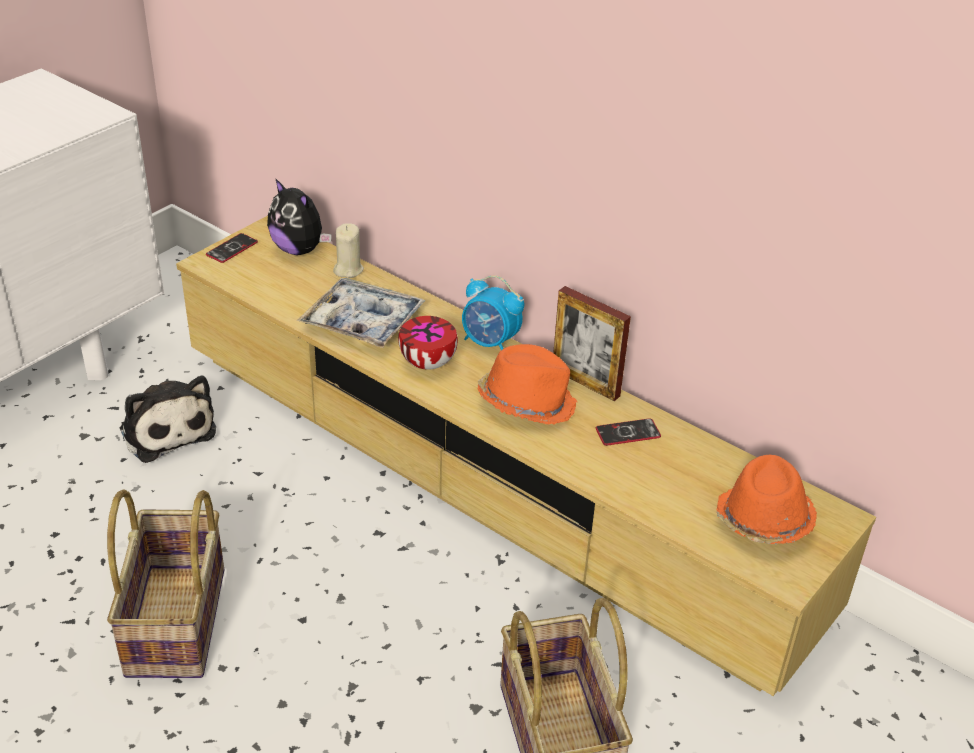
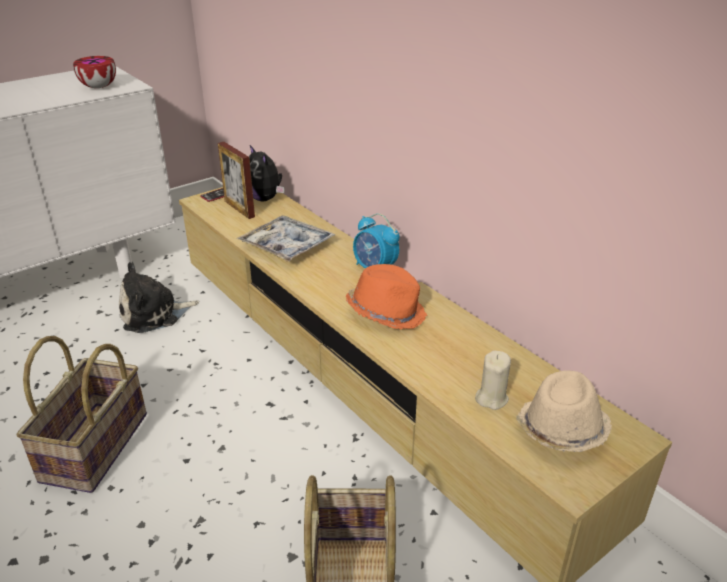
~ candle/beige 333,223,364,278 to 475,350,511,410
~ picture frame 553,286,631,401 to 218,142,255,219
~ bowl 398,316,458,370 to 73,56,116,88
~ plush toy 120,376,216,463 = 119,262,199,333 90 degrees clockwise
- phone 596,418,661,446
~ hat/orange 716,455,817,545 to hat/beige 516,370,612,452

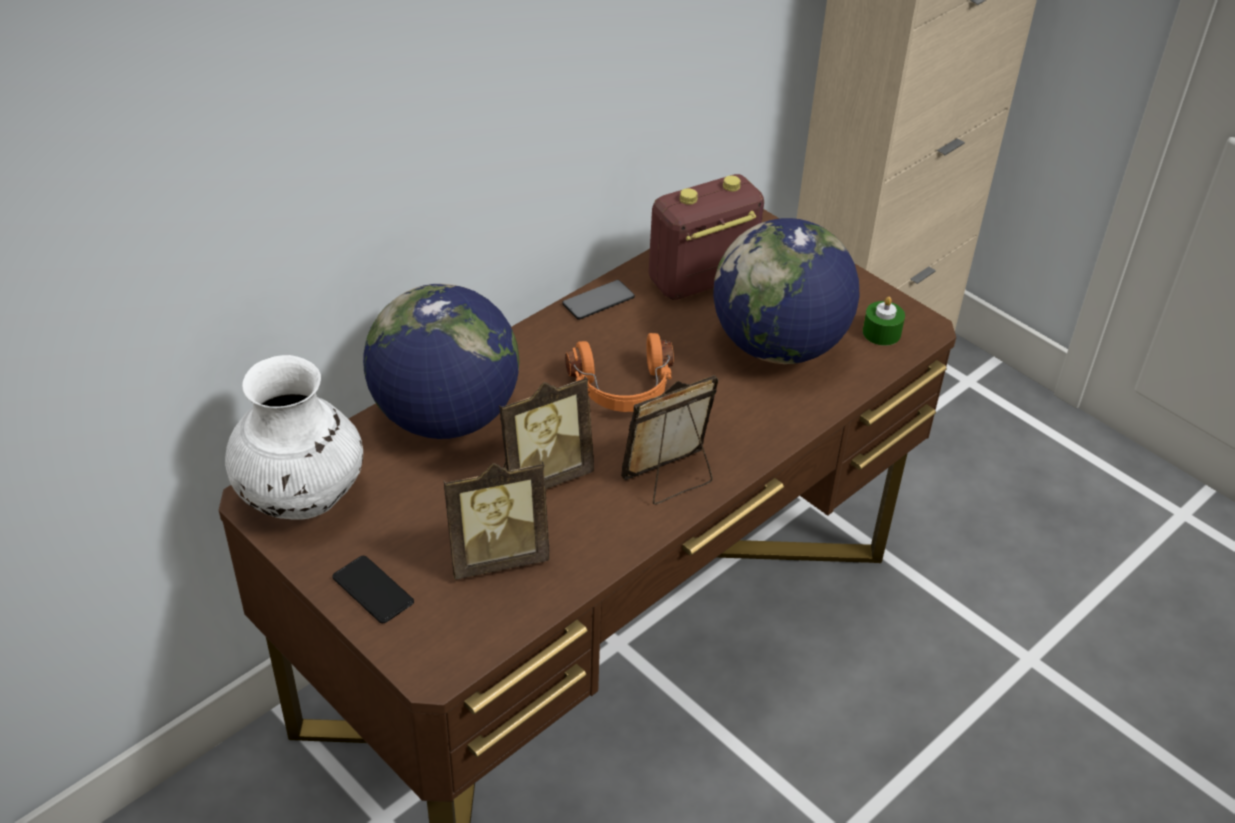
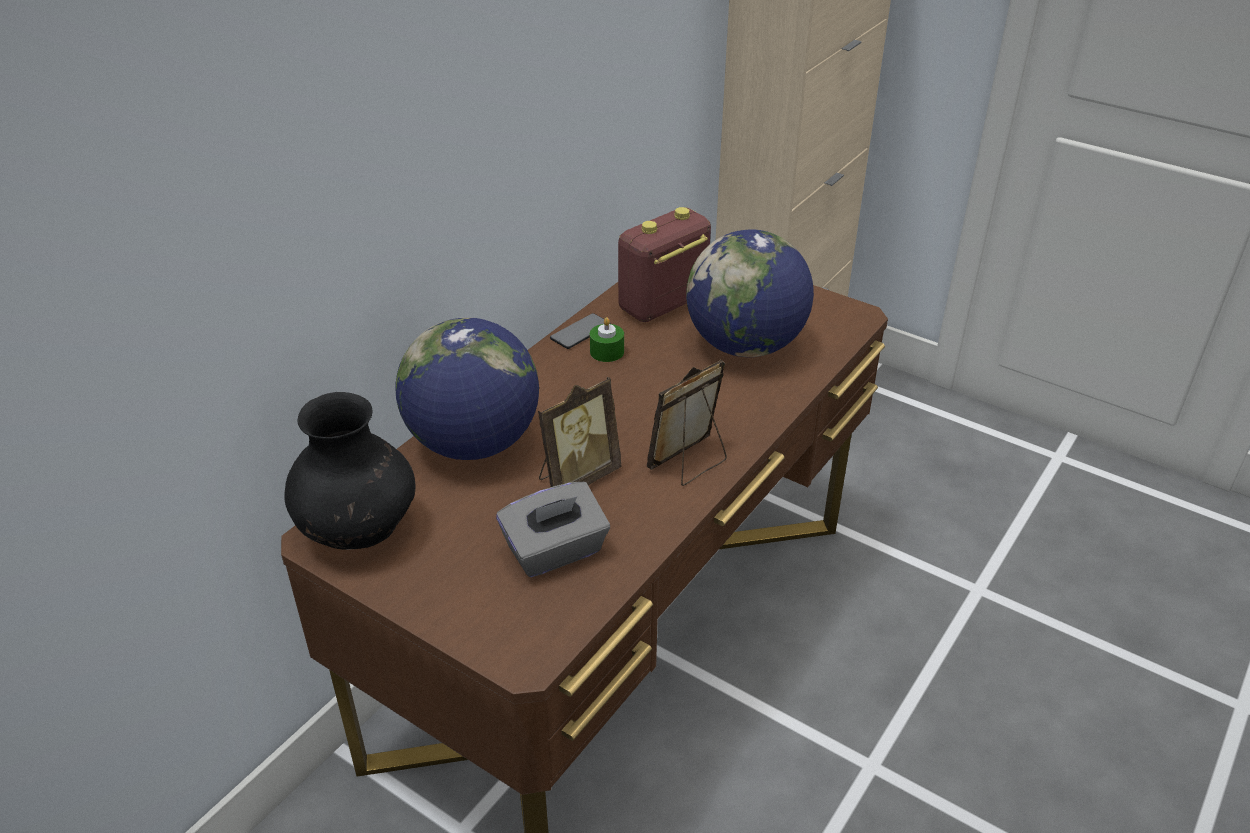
~ candle/green 862,297,905,346 to 590,317,624,362
- headphones/orange 565,333,674,412
~ vase/white 225,355,363,520 to vase/black 284,392,415,550
~ picture frame 444,462,550,580 to tissue box/grey 496,482,610,577
- phone 332,556,414,623

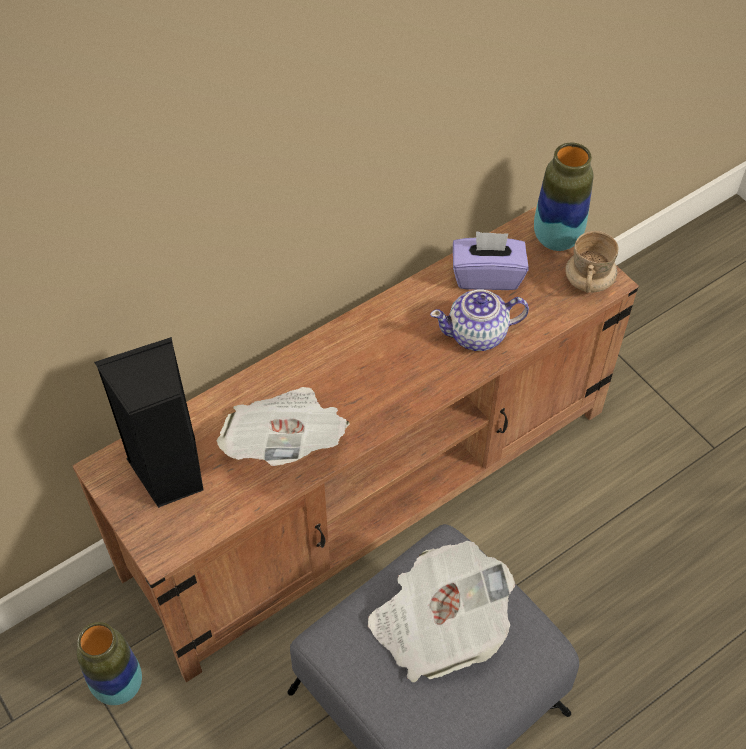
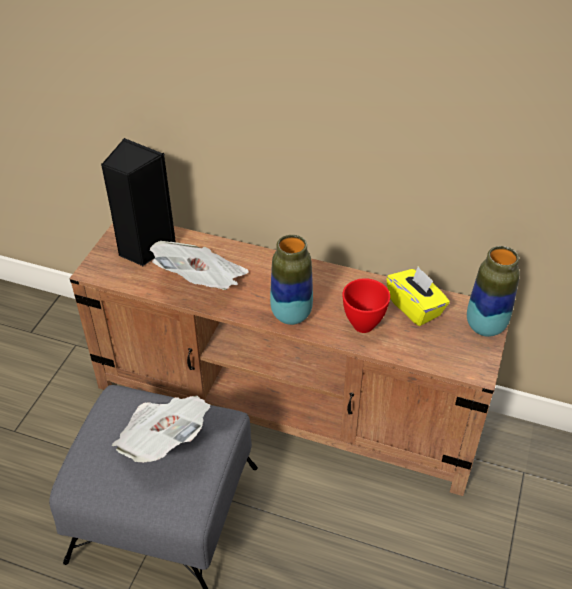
~ tissue box/purple 453,231,529,290 to tissue box/yellow 387,266,450,326
- mug/beige 566,231,618,293
~ teapot 430,290,529,351 to bowl/red 342,278,390,333
~ vase 77,622,142,705 to 270,235,313,325

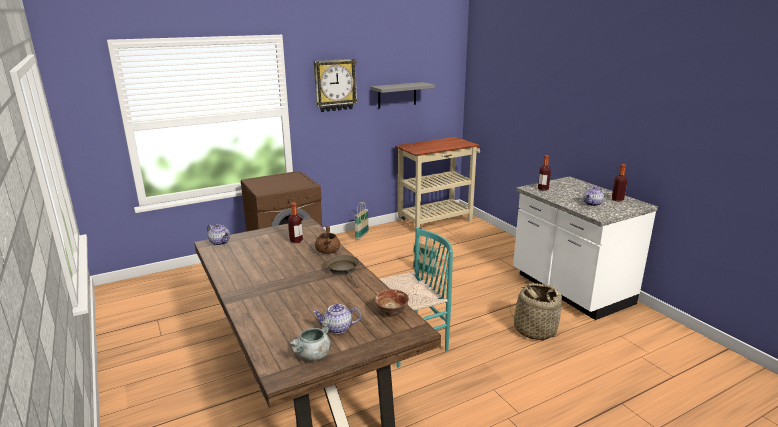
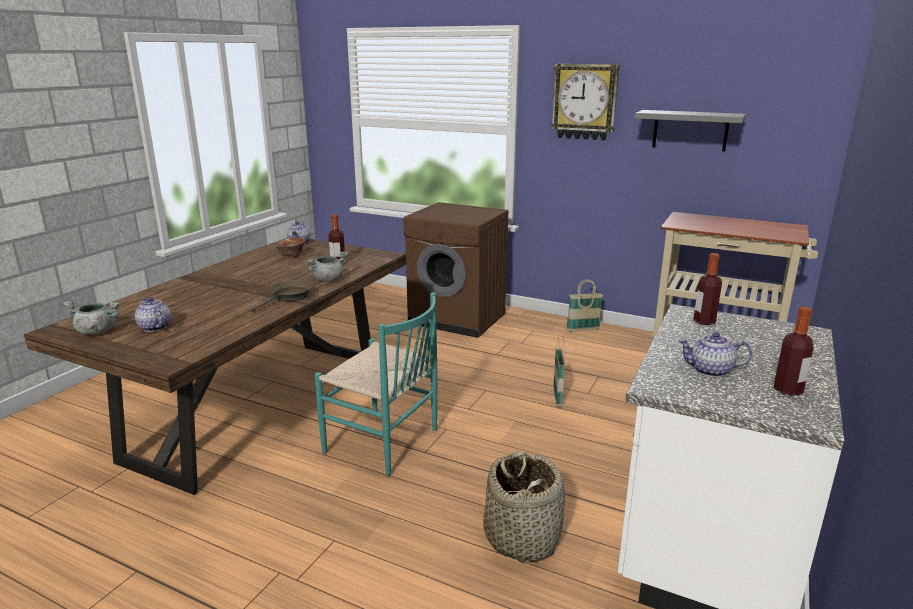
~ cooking pot/brown 315,226,340,254 to cooking pot/grey 306,251,348,282
~ bowl 375,289,409,317 to 274,237,305,258

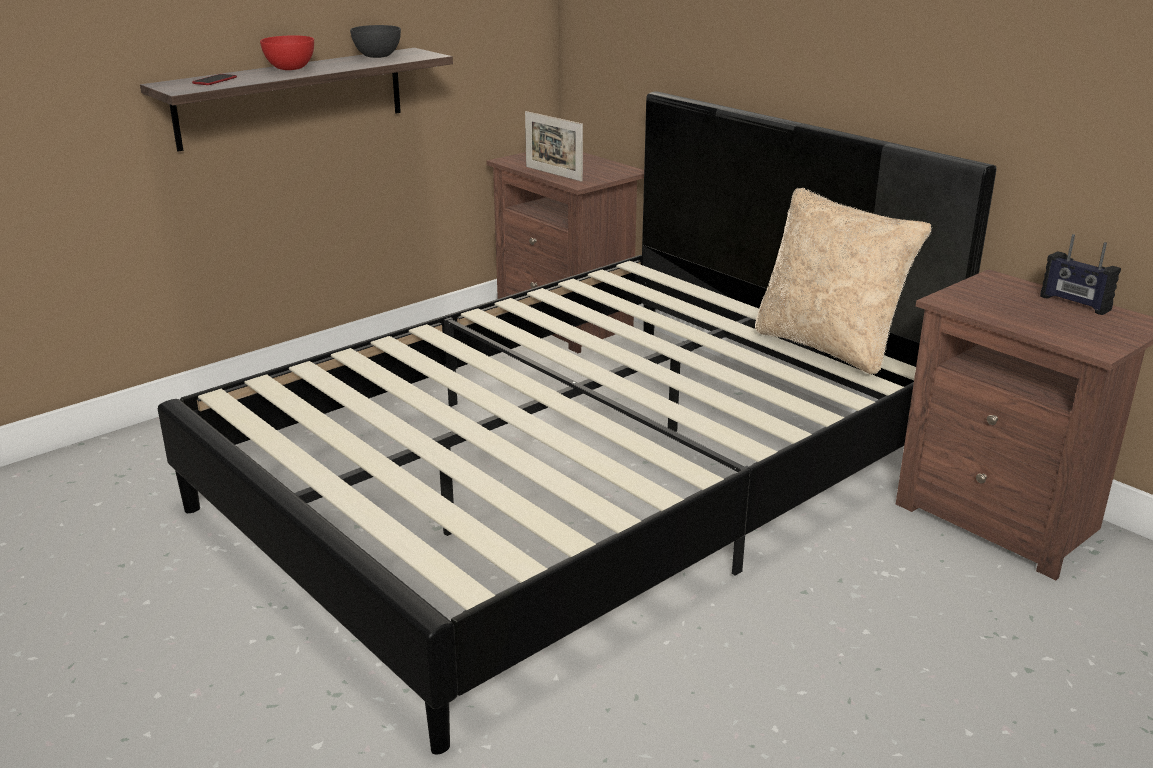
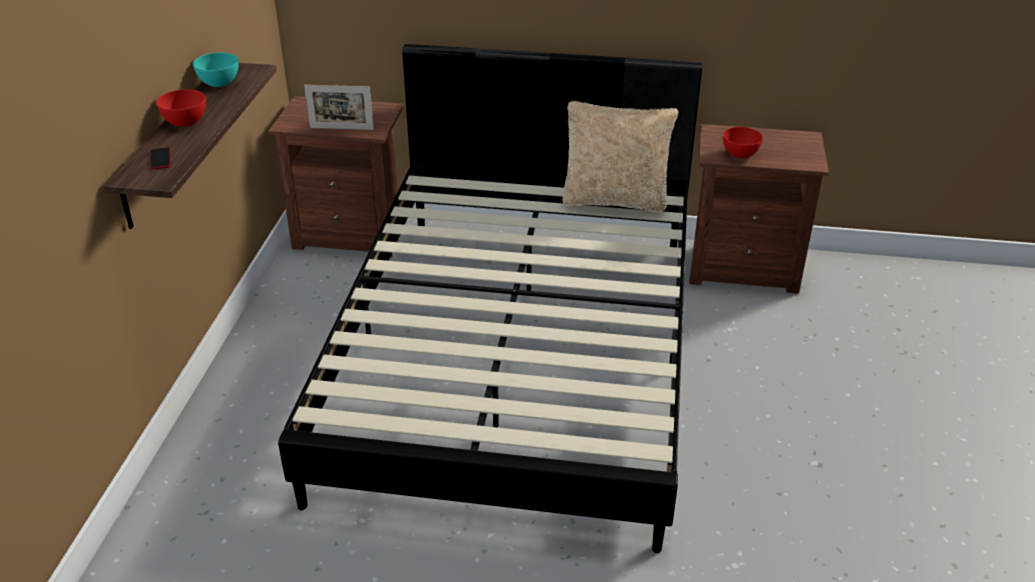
~ bowl/grey 350,25,401,58 to bowl/turquoise 193,53,239,87
- radio 1040,234,1121,315
+ bowl/red 723,127,763,158

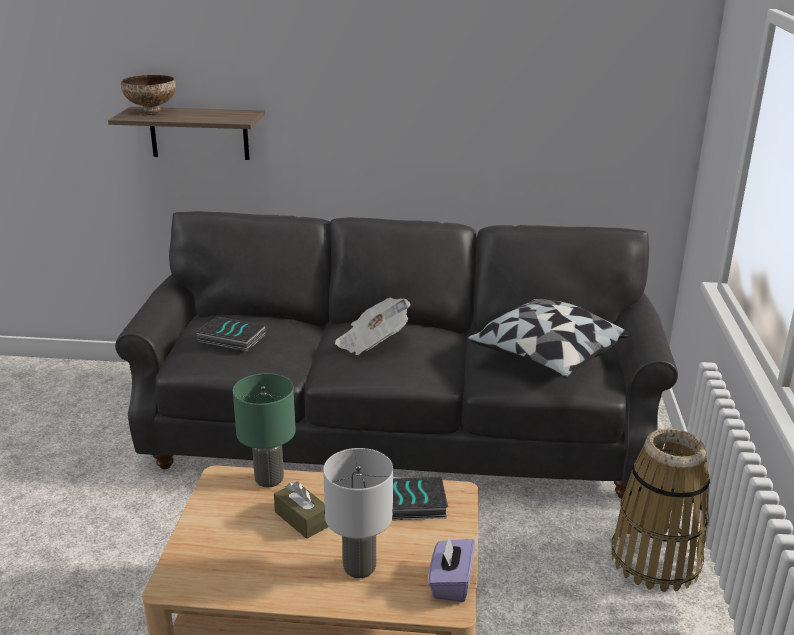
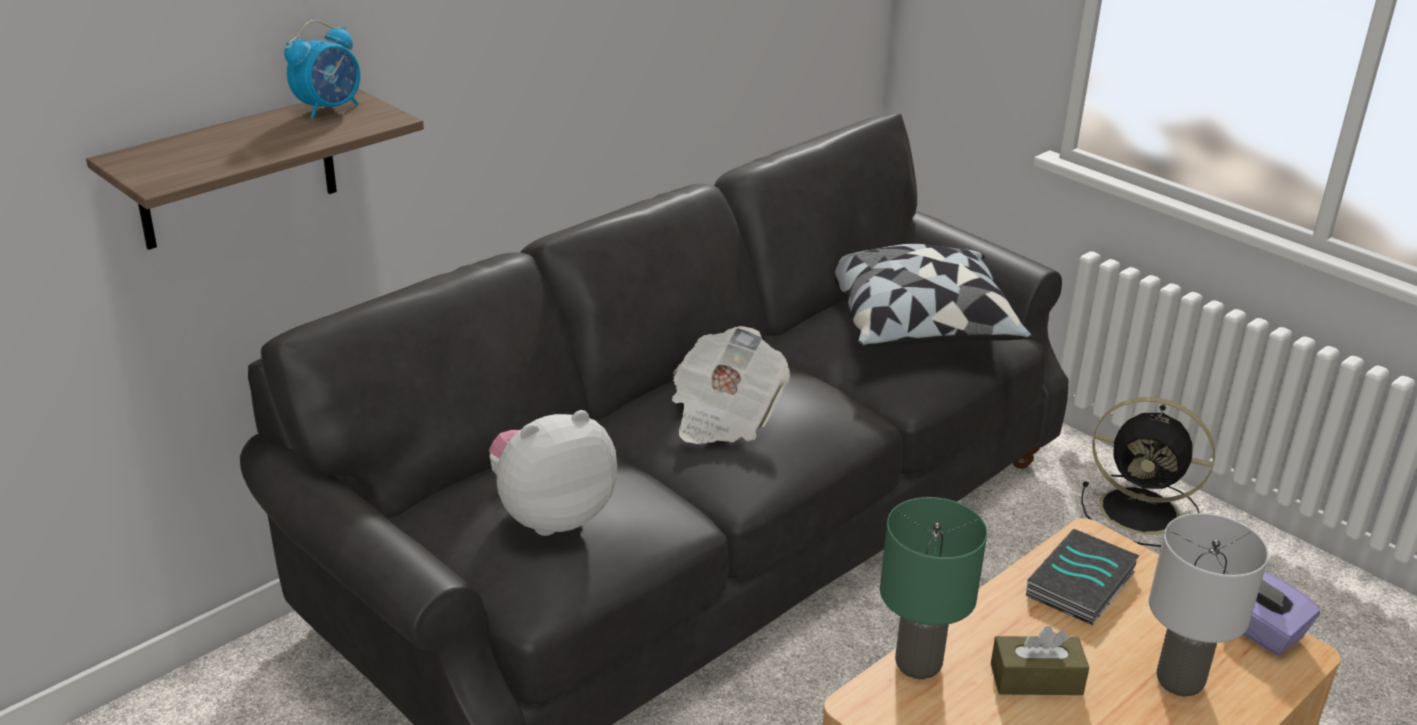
- bowl 121,75,176,115
~ book 196,316,266,351 to plush toy 489,410,617,536
~ basket 611,429,710,592 to fan/black 1081,397,1215,547
+ alarm clock 284,20,360,119

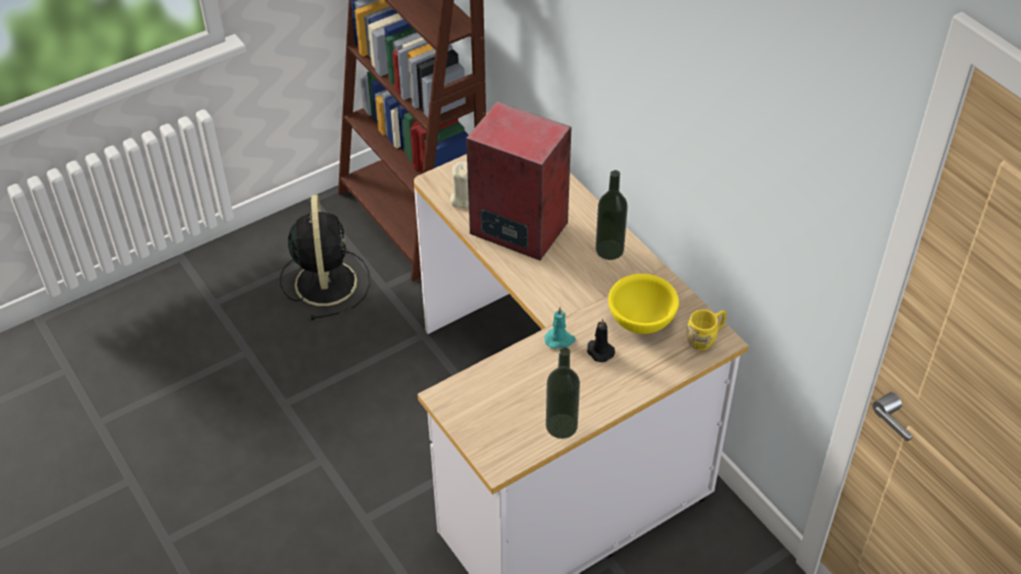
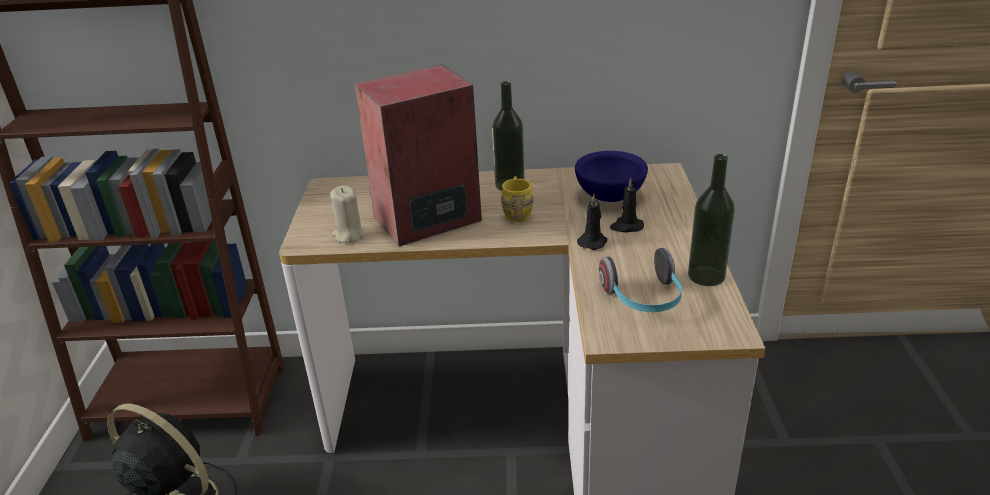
~ bowl/yellow 608,274,679,334 to bowl/blue 575,151,648,202
~ candle/turquoise 545,307,576,349 to candle/black 577,194,608,250
~ mug/yellow 686,310,727,351 to 501,176,534,222
+ headphones 599,248,682,312

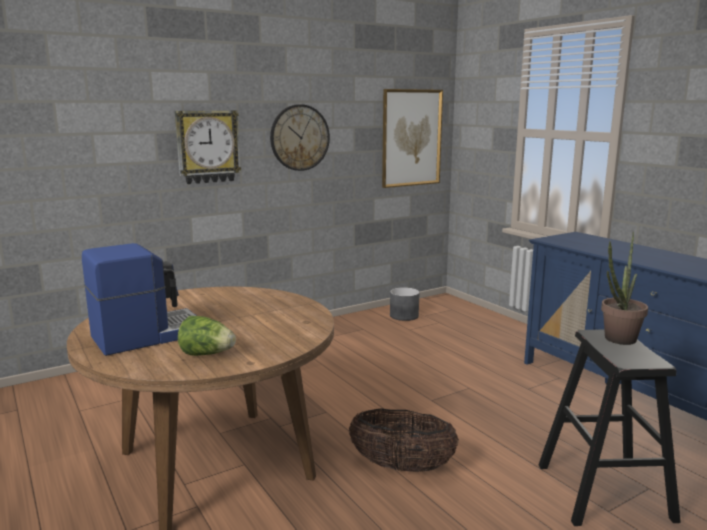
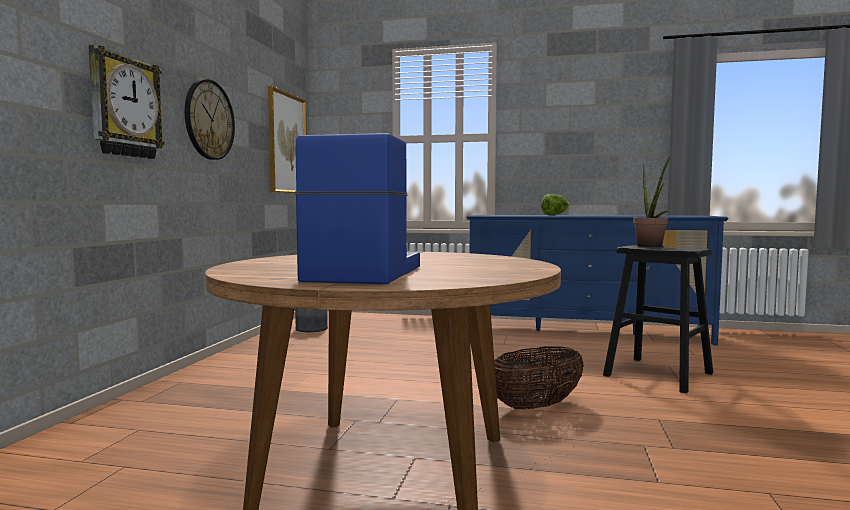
~ lettuce 178,316,236,356 to 541,194,570,215

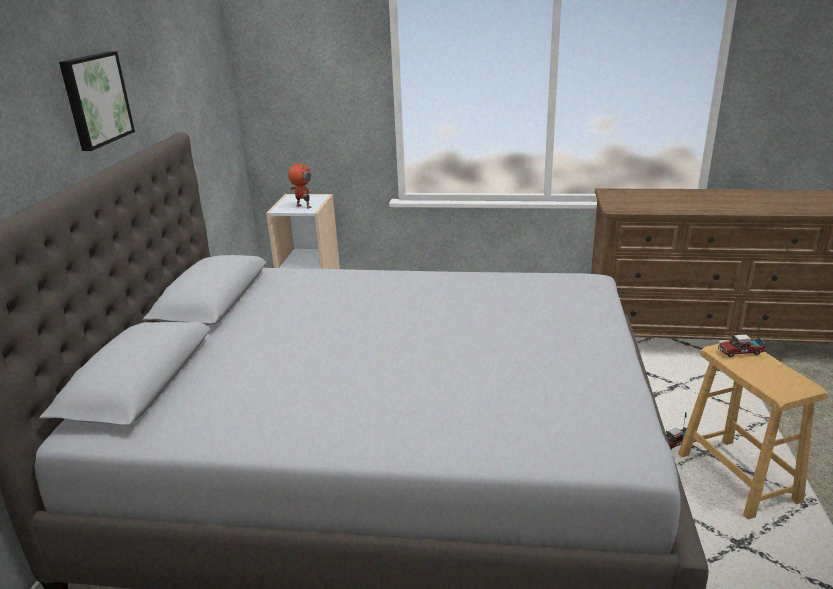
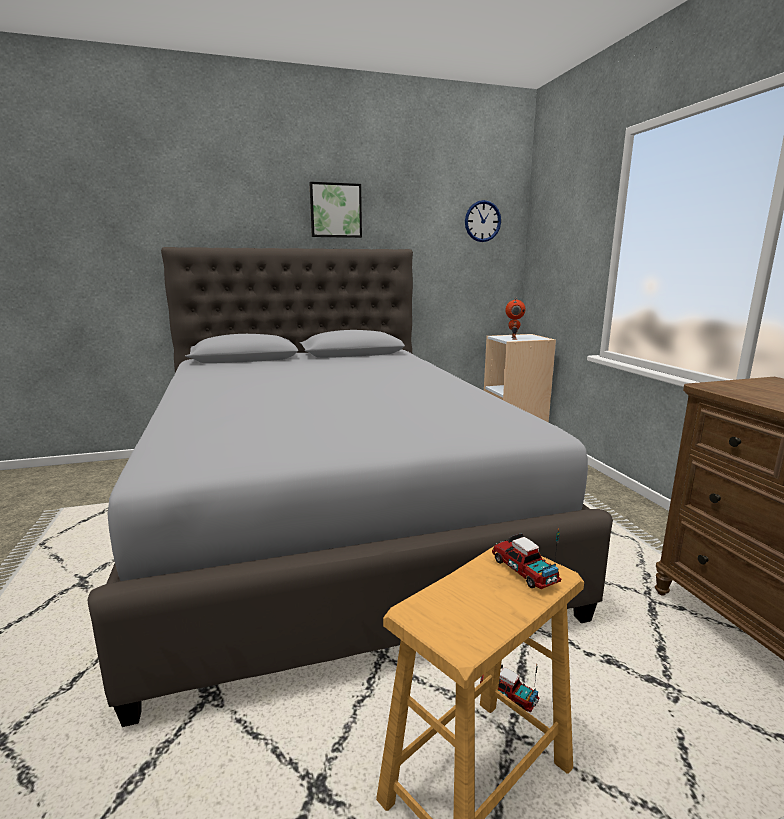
+ wall clock 465,200,501,242

